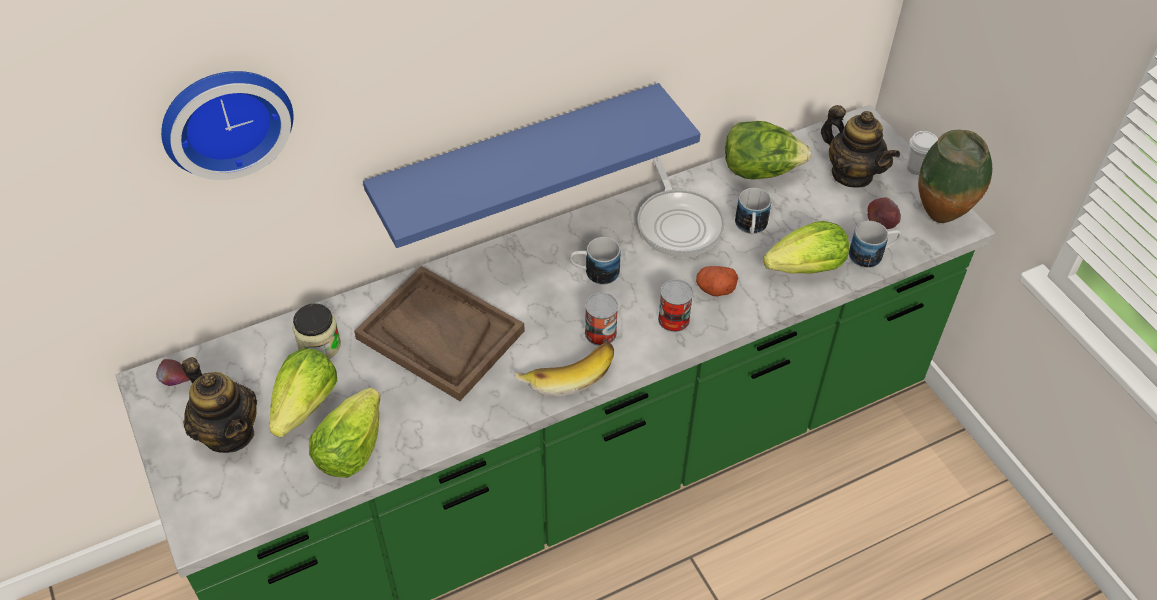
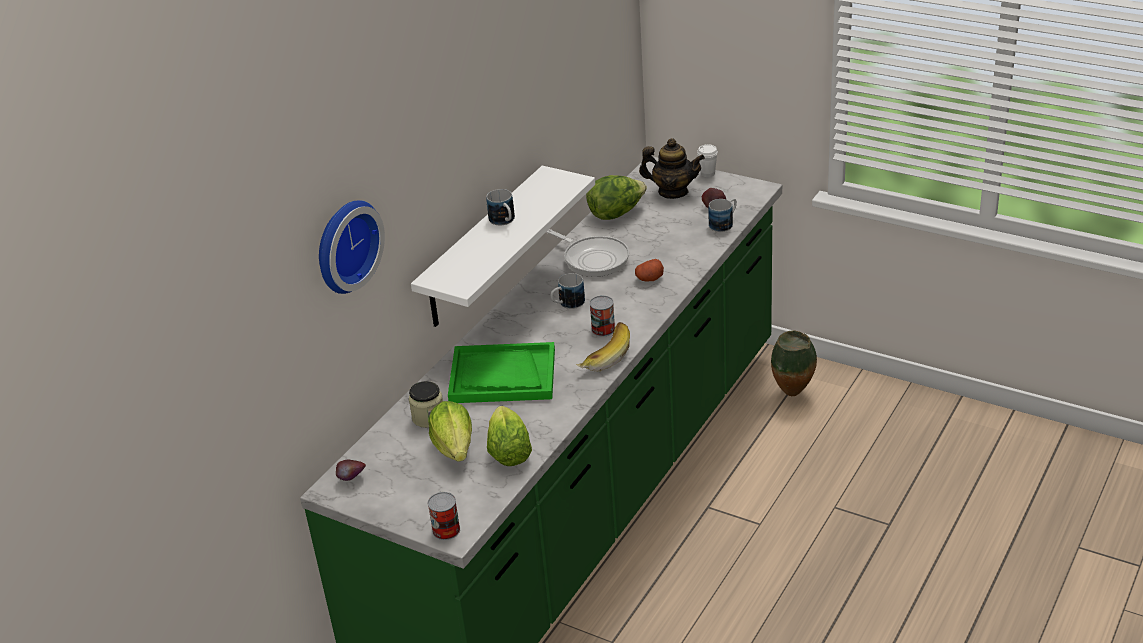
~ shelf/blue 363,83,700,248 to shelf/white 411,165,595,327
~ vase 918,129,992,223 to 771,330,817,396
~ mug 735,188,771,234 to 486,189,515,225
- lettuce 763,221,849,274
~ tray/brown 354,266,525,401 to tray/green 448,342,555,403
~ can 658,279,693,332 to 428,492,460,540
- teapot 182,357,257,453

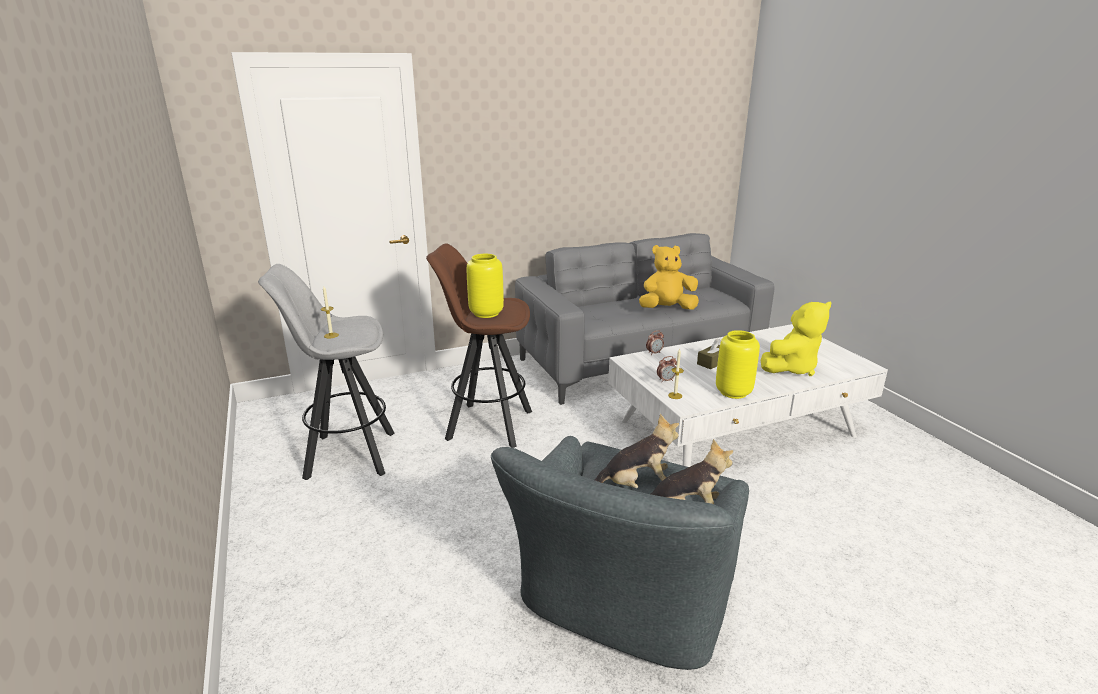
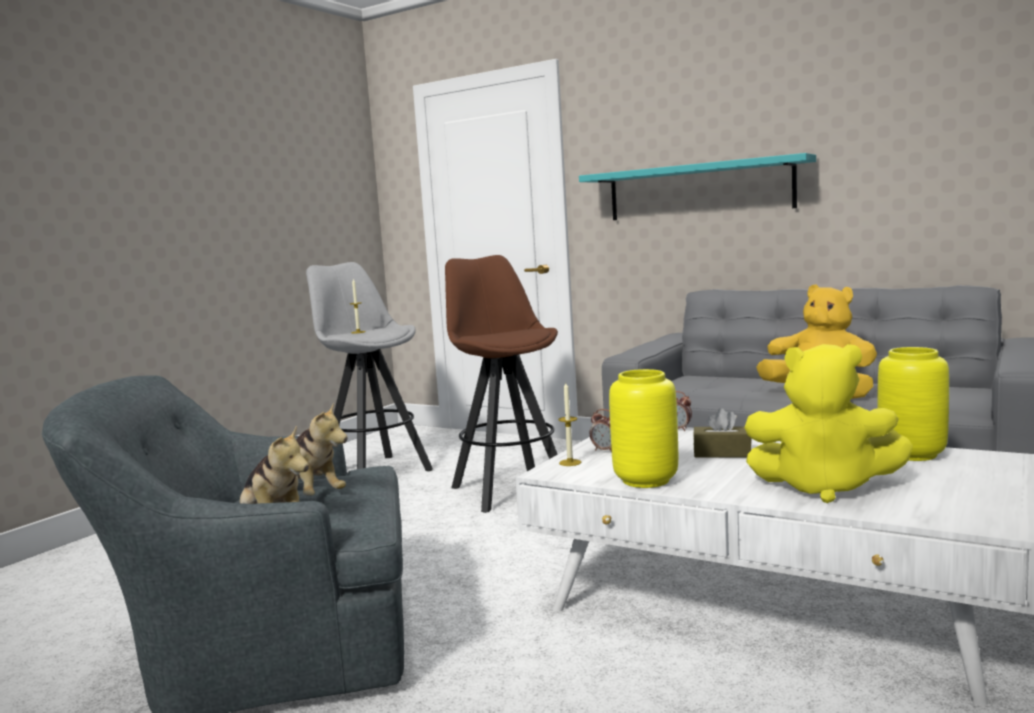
~ vase/yellow 467,254,504,318 to 877,347,949,461
+ shelf/turquoise 579,153,816,220

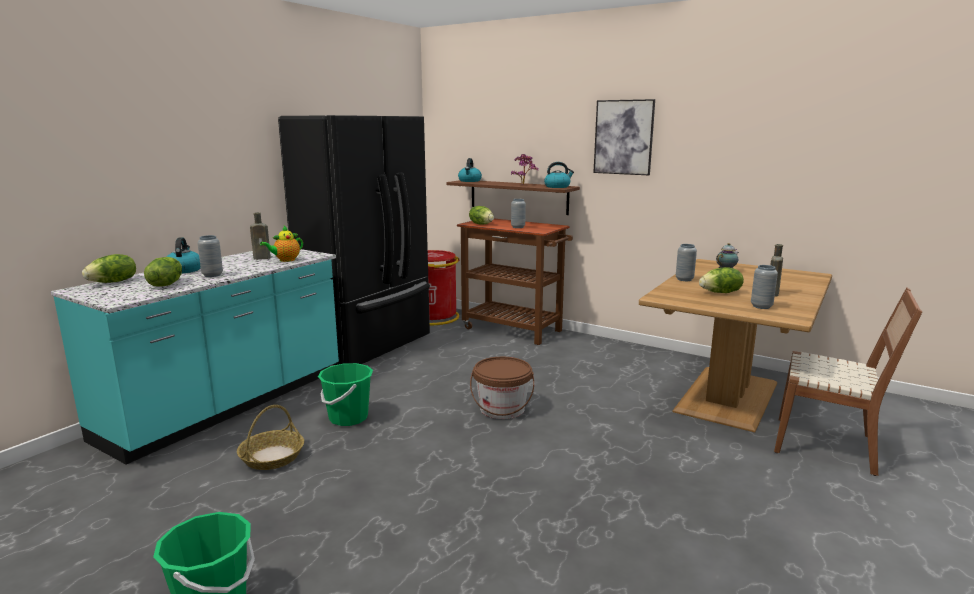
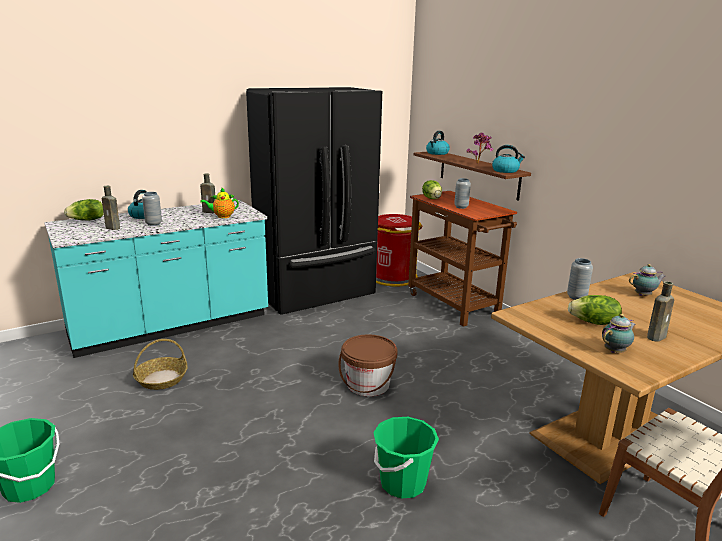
- picture 593,99,655,175
~ lettuce 144,257,182,287 to bottle/brown 102,186,120,230
~ vase/grey 751,265,778,309 to teapot 602,314,635,353
~ bucket/green 318,363,373,426 to 373,417,439,499

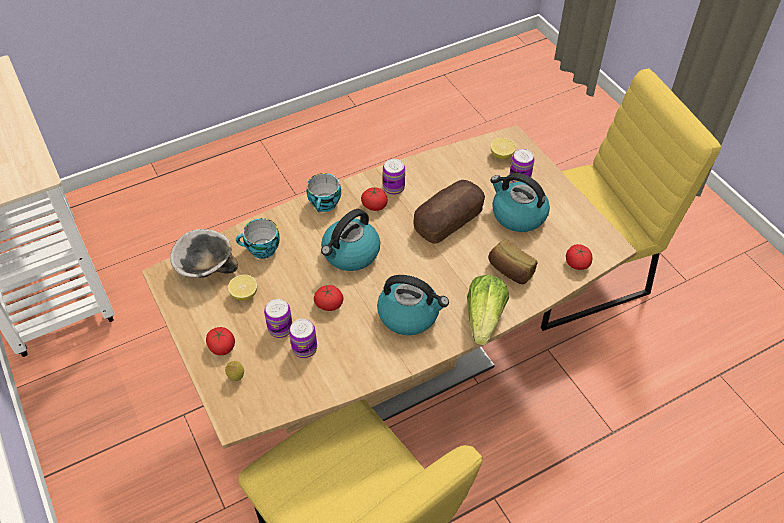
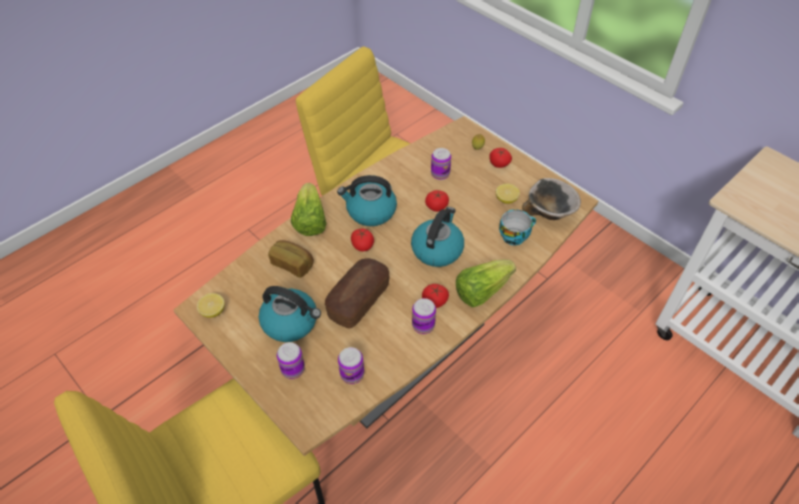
~ lemon 490,138,516,159 to 197,293,225,318
~ cup 307,173,341,212 to lettuce 456,260,516,307
~ tomato 566,244,592,270 to 351,229,374,251
~ can 264,299,292,338 to 338,347,364,384

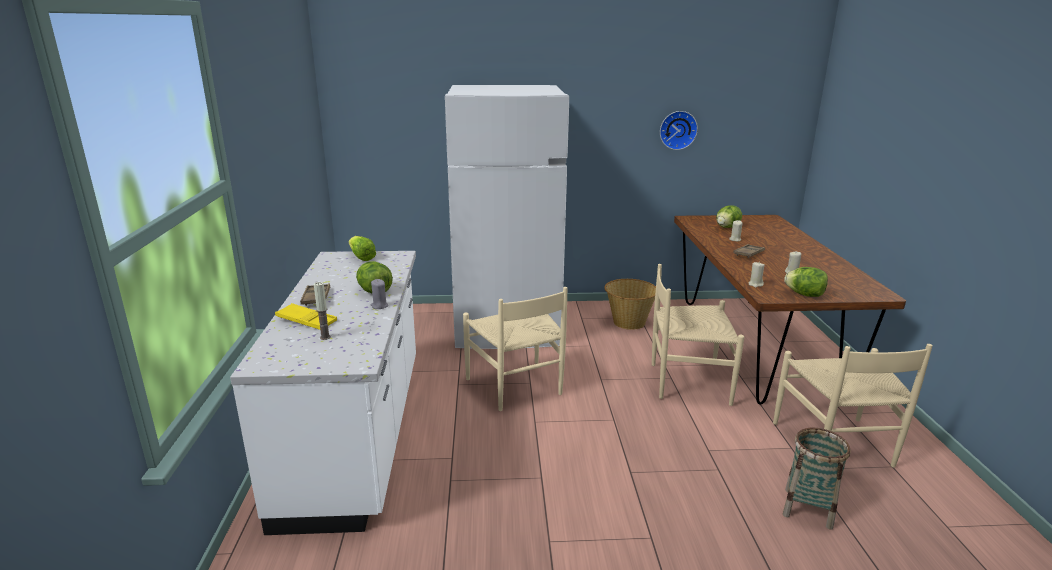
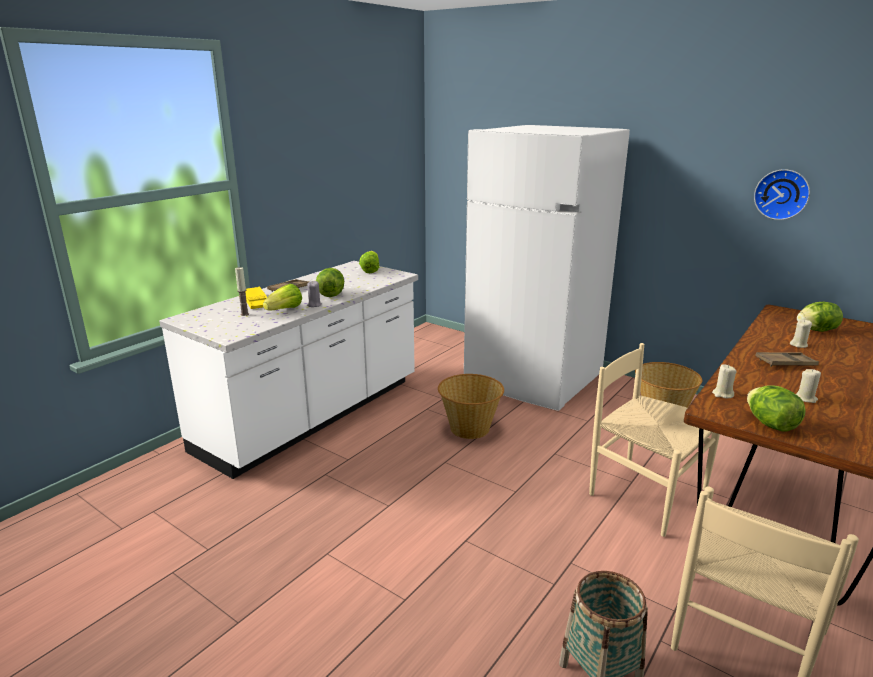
~ chair/beige 463,287,567,411 to basket 438,374,504,439
+ lettuce 263,284,302,311

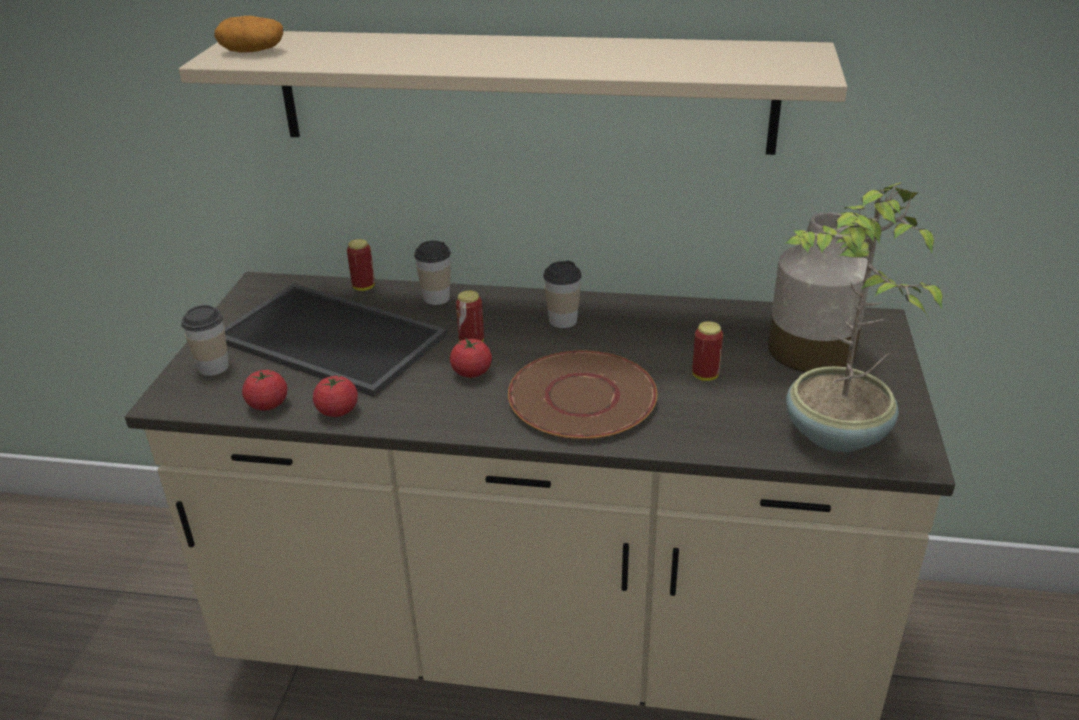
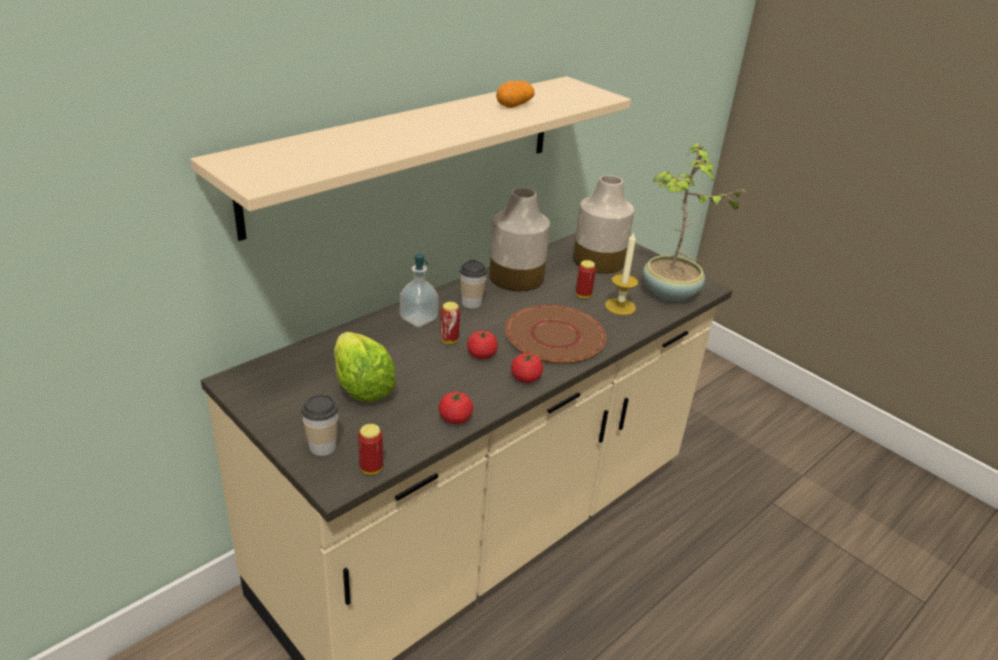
~ potato 214,16,283,53 to 496,81,535,108
~ can 347,239,375,291 to 358,424,383,475
- cup 414,241,451,305
~ tray 225,283,447,397 to lettuce 334,332,397,402
~ tomato 242,370,288,410 to 511,352,543,383
+ vase/beige 489,188,550,291
+ candle 605,231,639,315
+ soap dispenser 400,254,439,327

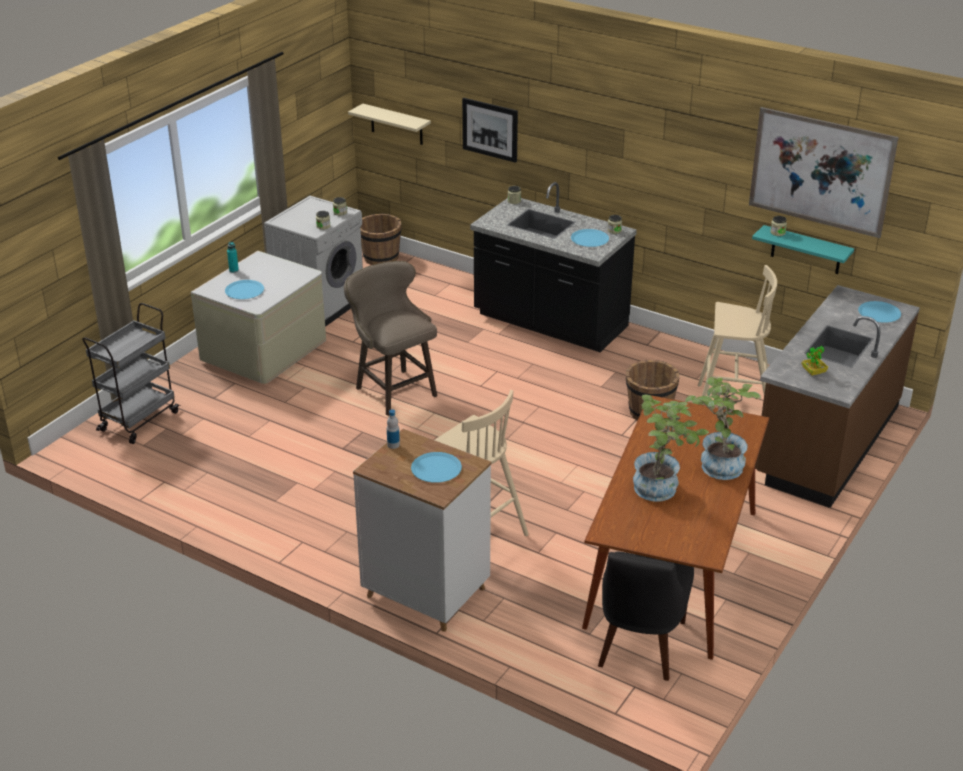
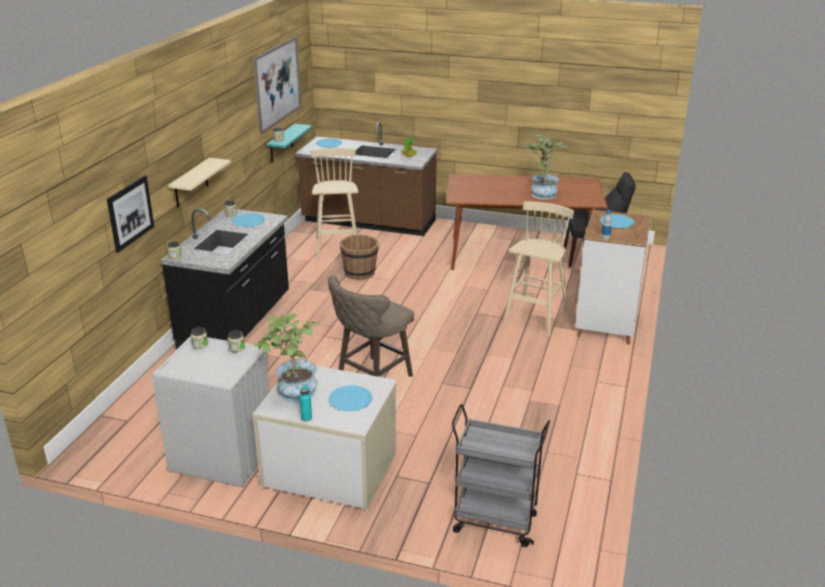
~ shelf/beige 348,104,431,145 to 168,158,231,207
- bucket/brown 361,214,402,265
~ potted plant 685,377,761,480 to 253,314,320,402

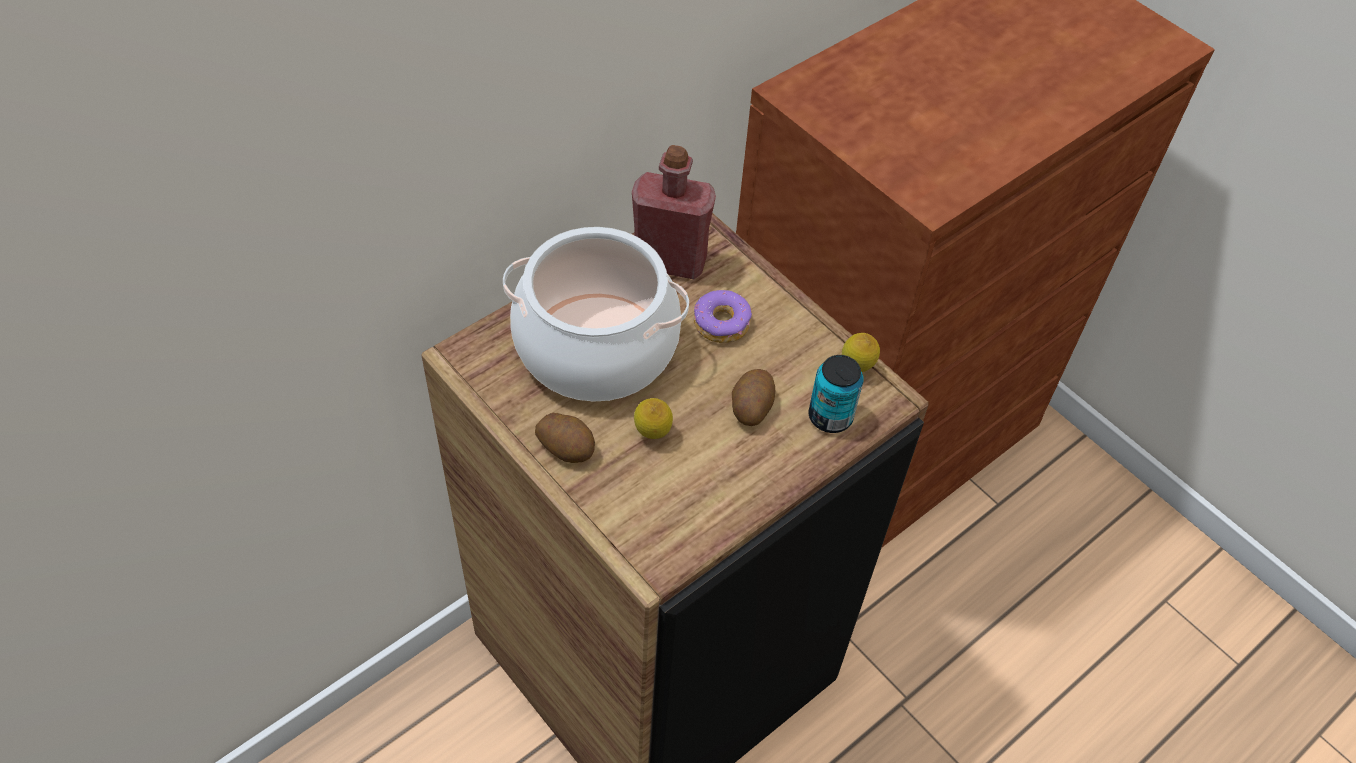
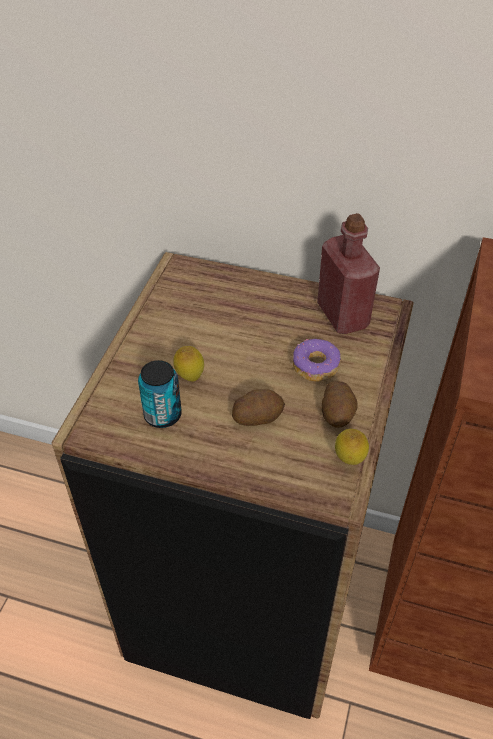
- cooking pot 503,227,689,402
~ can 809,355,863,433 to 138,360,182,428
~ potato 535,413,595,463 to 322,381,358,428

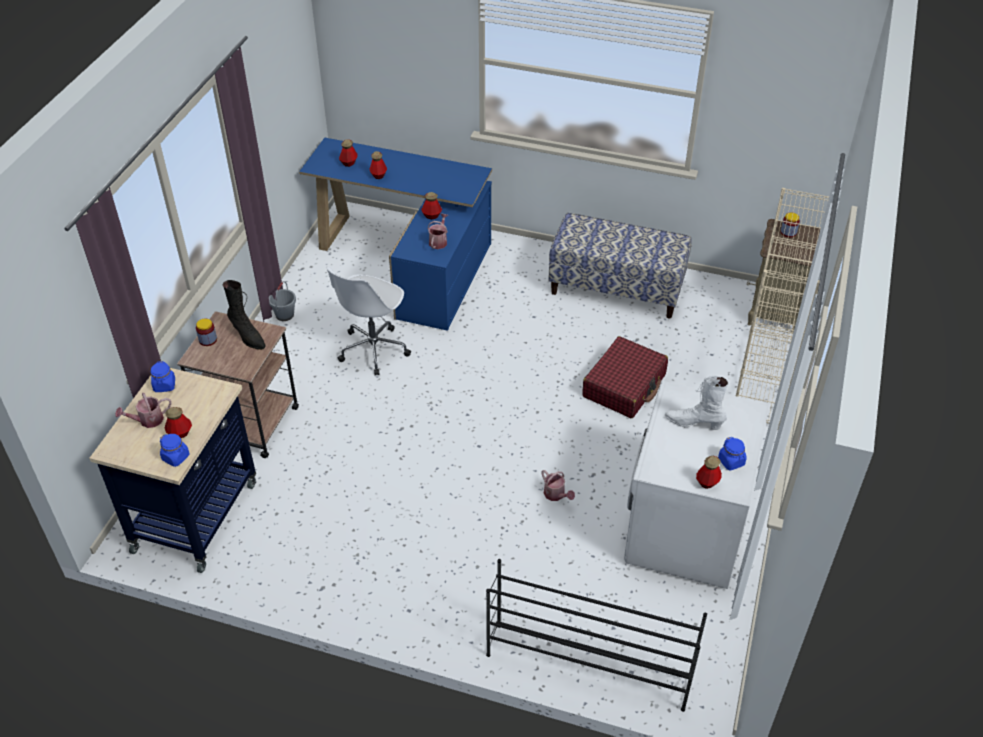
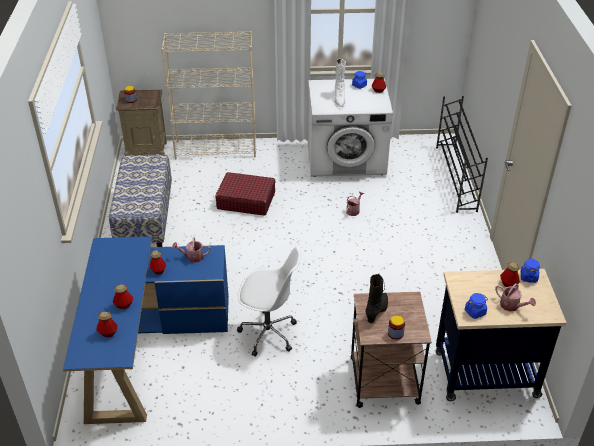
- bucket/grey 269,281,296,321

